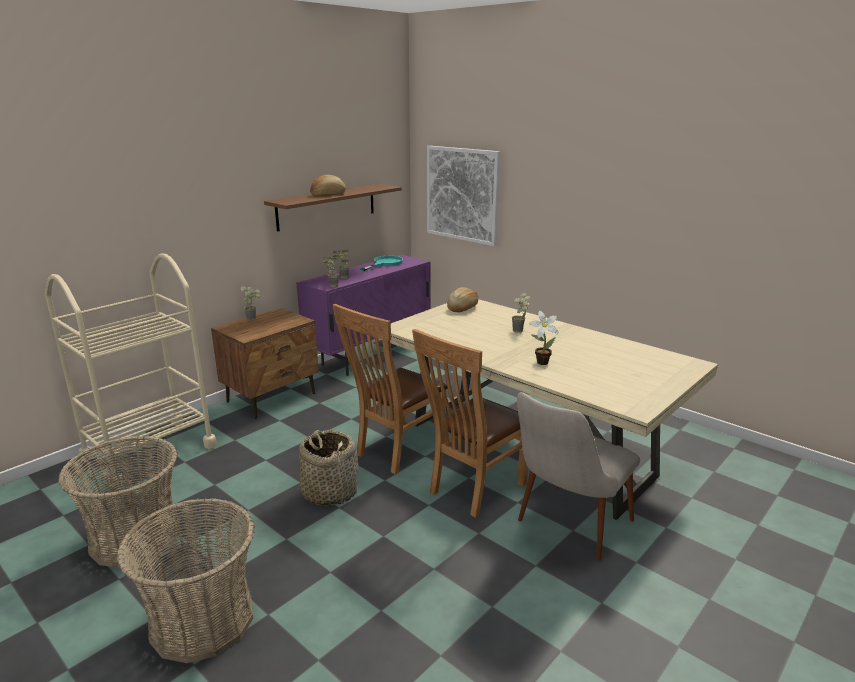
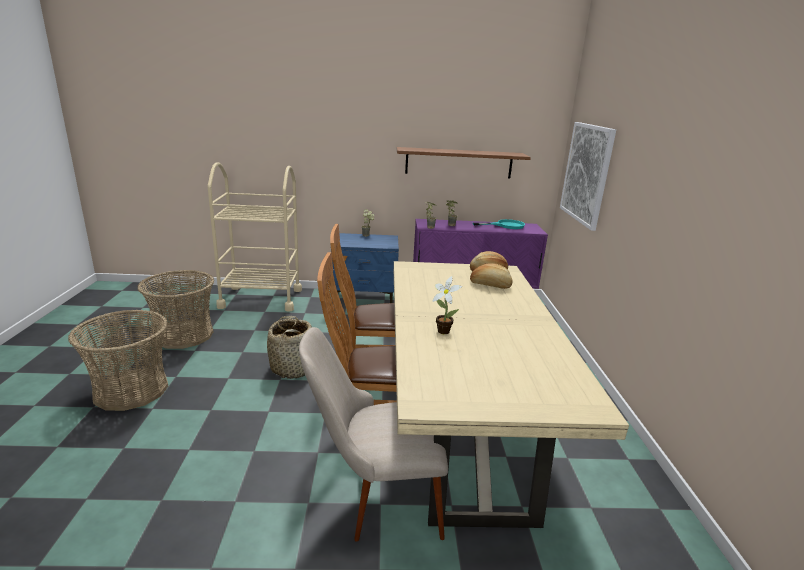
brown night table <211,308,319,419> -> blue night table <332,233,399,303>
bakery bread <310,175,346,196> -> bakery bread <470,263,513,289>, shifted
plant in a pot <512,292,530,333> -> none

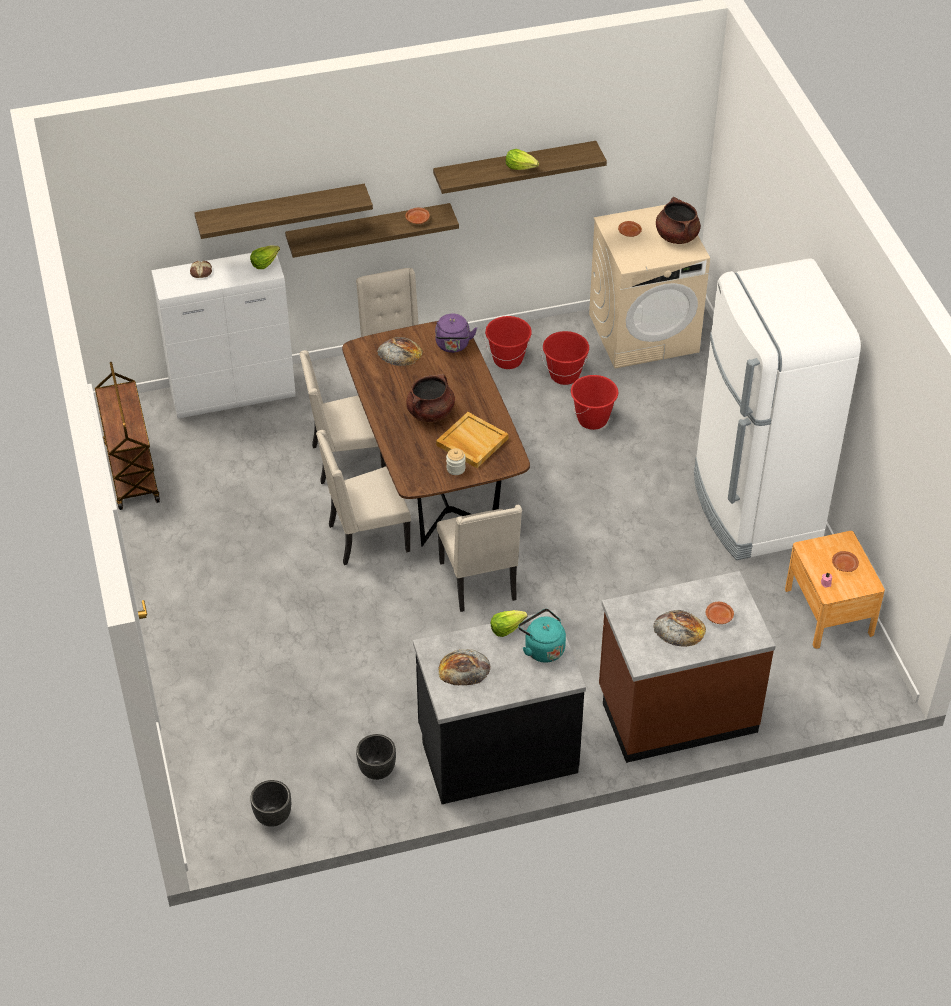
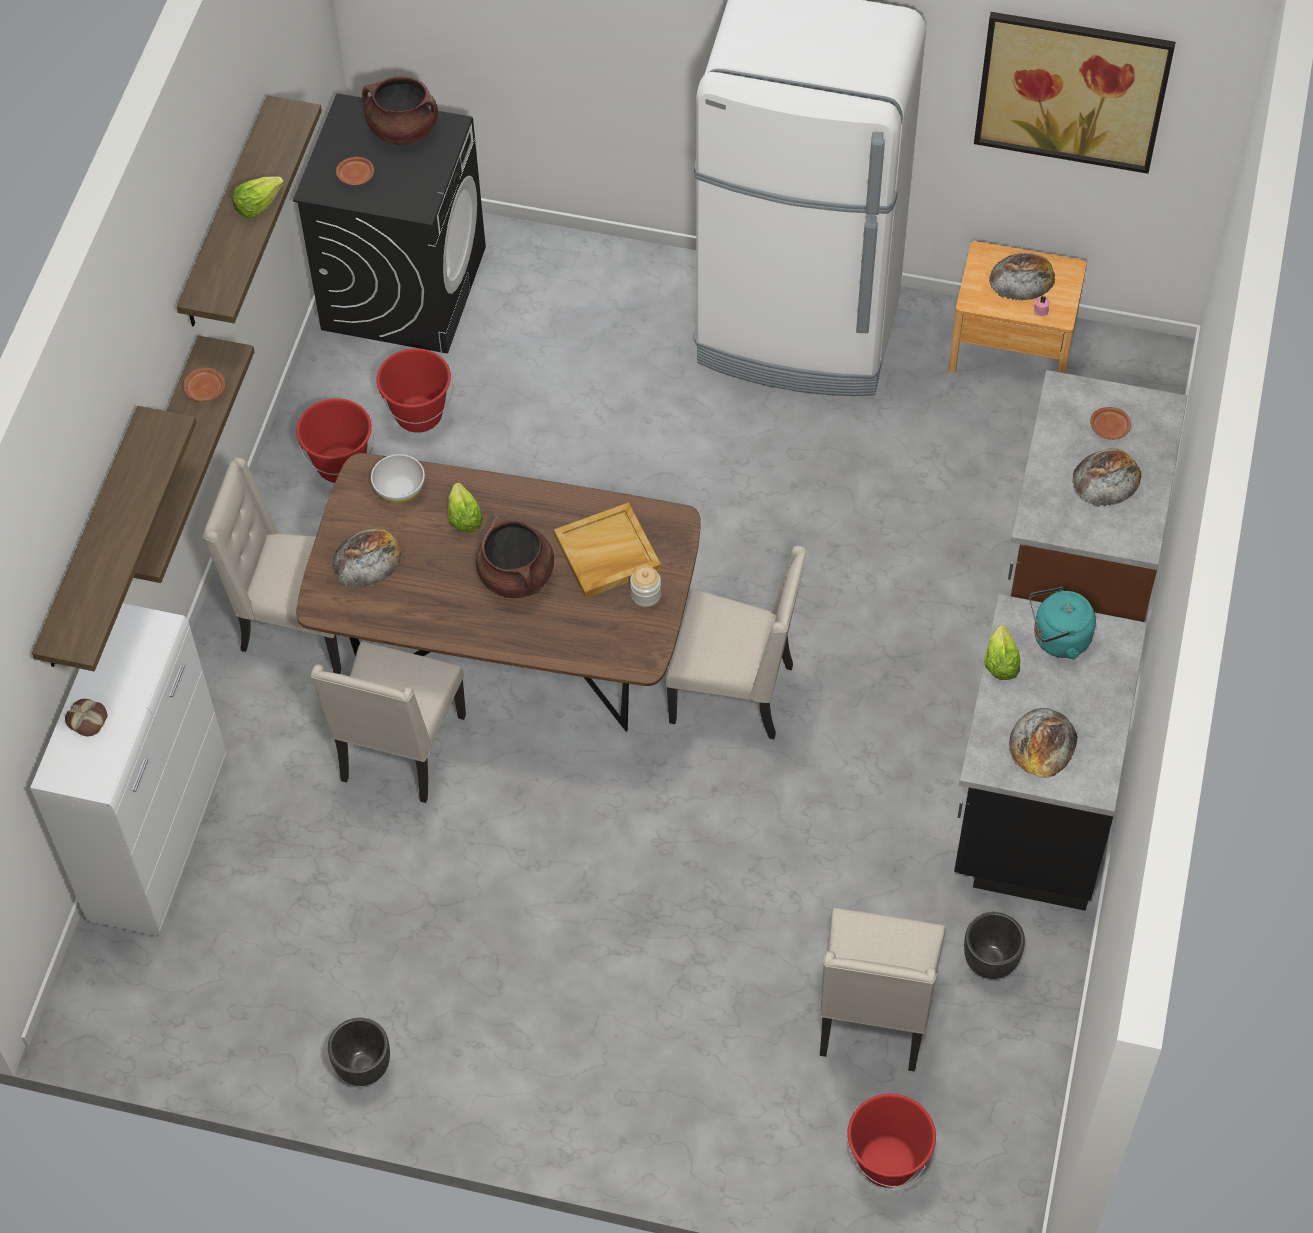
brown trolley <95,362,160,510> -> none
lettuce <250,246,280,269> -> lettuce <448,483,483,533>, shifted
black-coloured planter <250,780,291,827> -> black-coloured planter <328,1018,390,1086>, shifted
sand-coloured upright chair <316,430,411,565> -> sand-coloured upright chair <820,907,946,1072>, shifted
purple-coloured kettle <435,314,477,353> -> white-coloured bowl <371,454,425,503>
reddish water bucket <571,375,618,430> -> reddish water bucket <847,1093,936,1188>, shifted
sand-coloured laundry appliance <589,205,710,369> -> black-coloured laundry appliance <293,93,486,353>
brown plate <832,551,859,572> -> bakery bread <989,253,1055,301>
none -> wall art <974,12,1176,174>

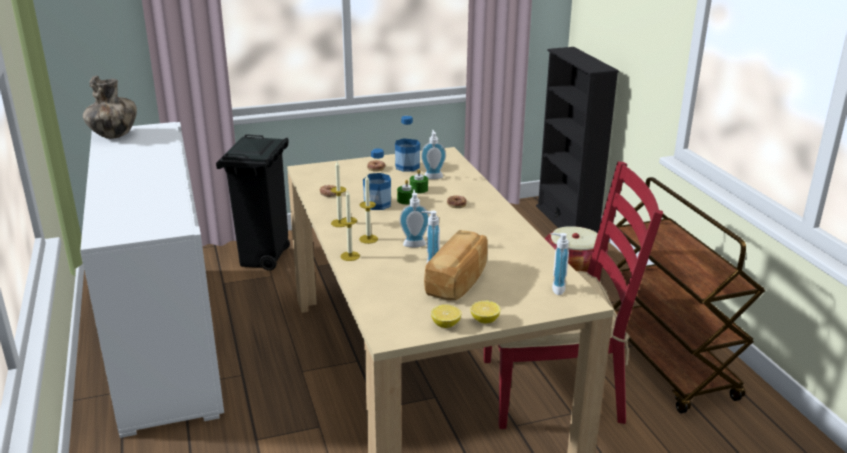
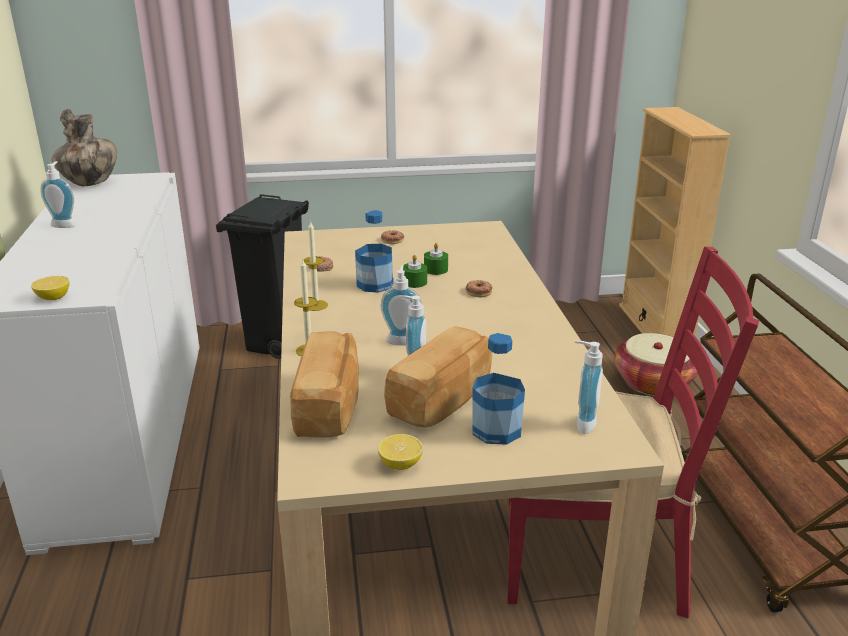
wax candle <359,175,378,244> -> none
bottle <395,116,420,172> -> bottle <473,333,525,445>, shifted
soap dispenser <421,130,446,179> -> soap dispenser <40,161,76,228>, shifted
lemon <470,301,501,323> -> lemon <31,276,69,300>, shifted
black-coloured bookshelf <536,47,619,233> -> sand-coloured bookshelf <619,107,731,337>
none -> bakery bread <290,331,359,438>

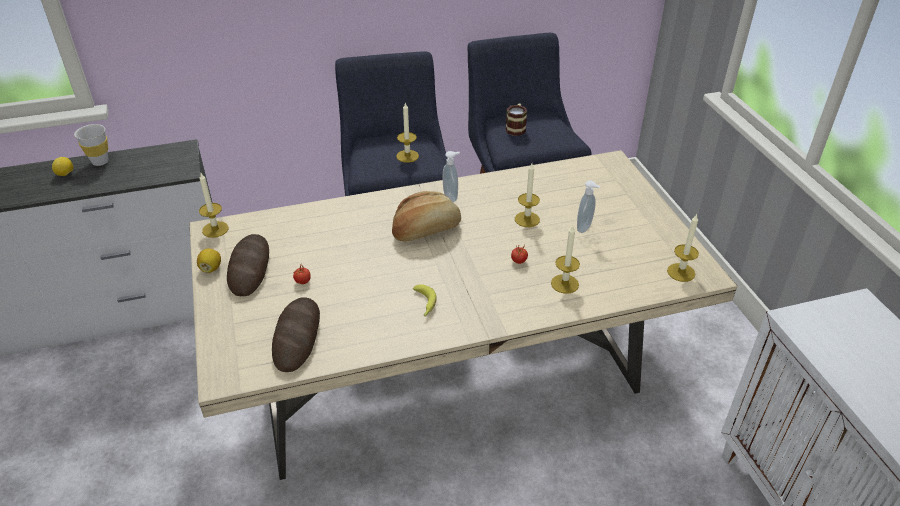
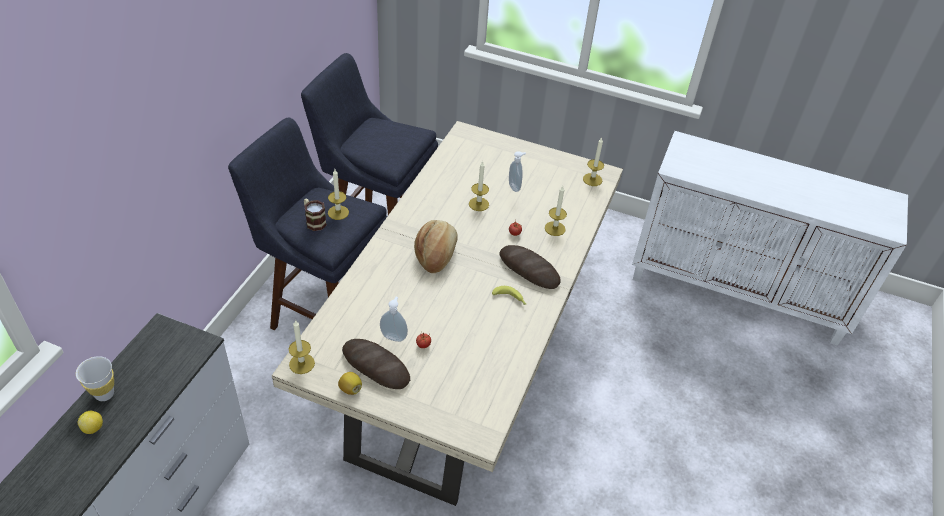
bakery bread <272,297,320,372> -> bakery bread <500,245,561,289>, shifted
soap dispenser <442,151,460,202> -> soap dispenser <380,297,408,342>, shifted
tea mug <505,103,527,136> -> tea mug <304,199,327,231>, shifted

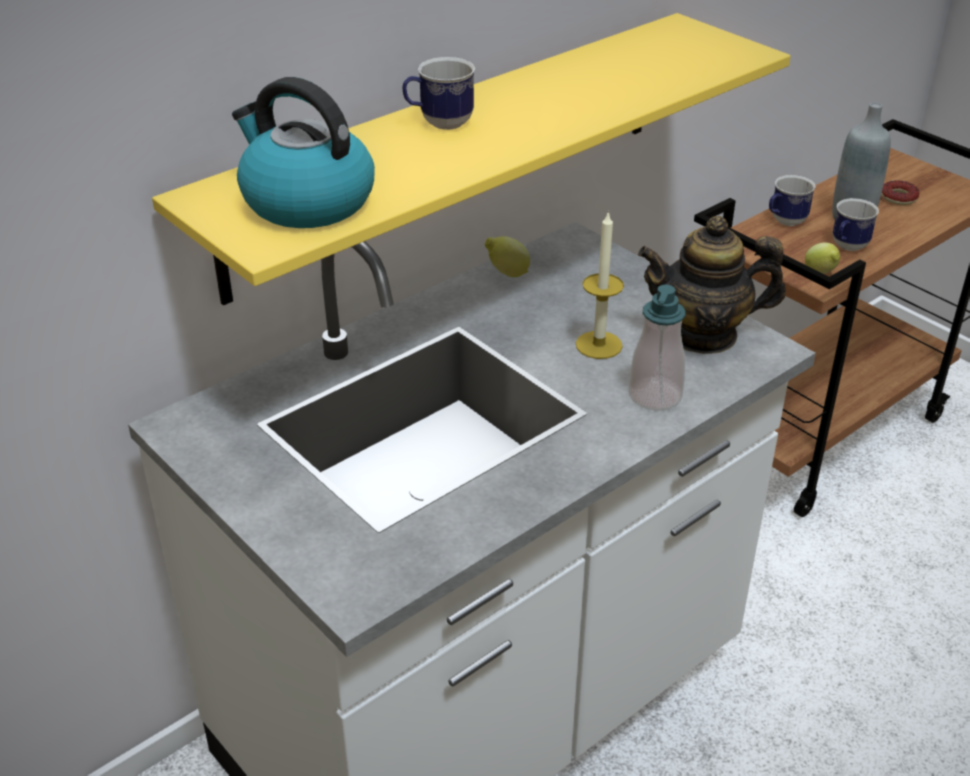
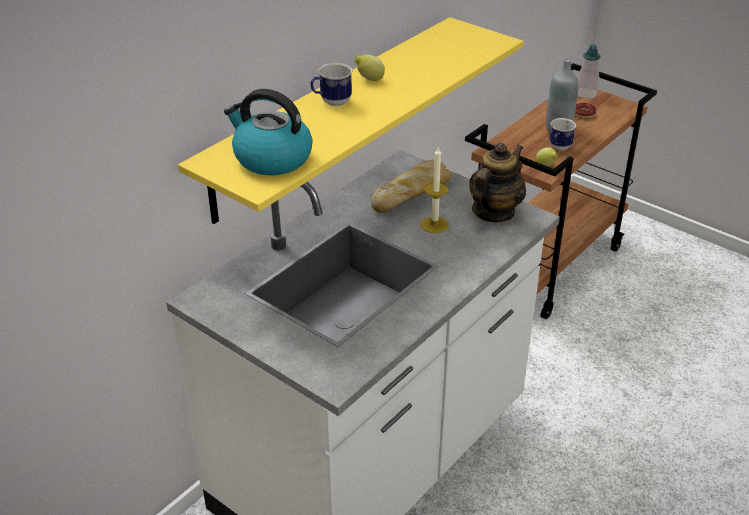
lemon <485,236,530,277> -> lemon <354,54,385,81>, shifted
soap dispenser <629,285,686,411> -> soap dispenser <577,44,601,99>, shifted
pot for tea <638,216,786,354> -> pot for tea <469,143,526,222>, 135 degrees clockwise
tea mug <769,175,816,226> -> none
none -> bakery bread <371,160,451,213>

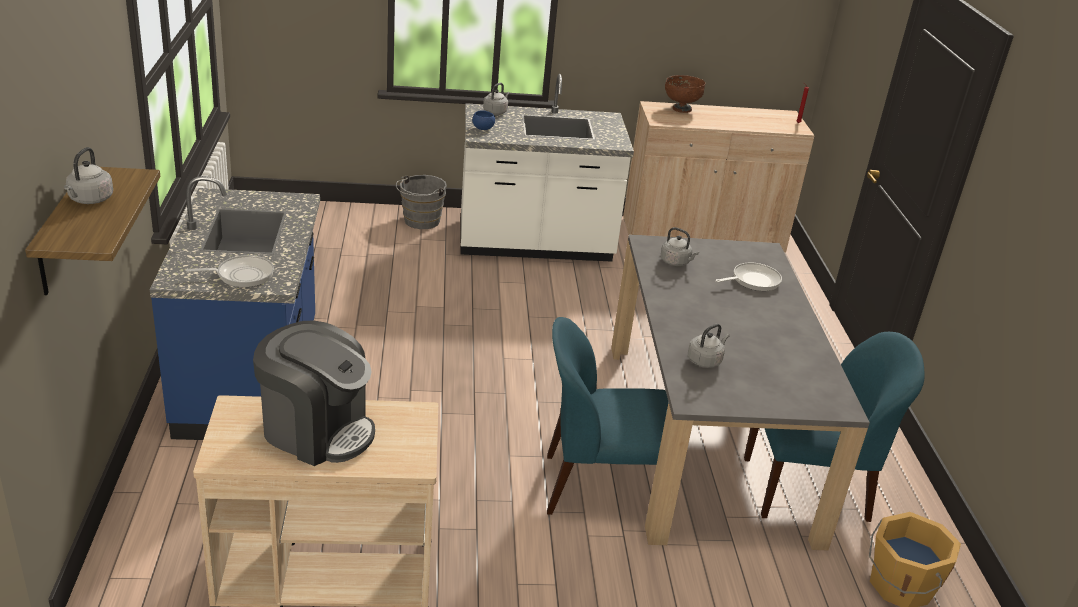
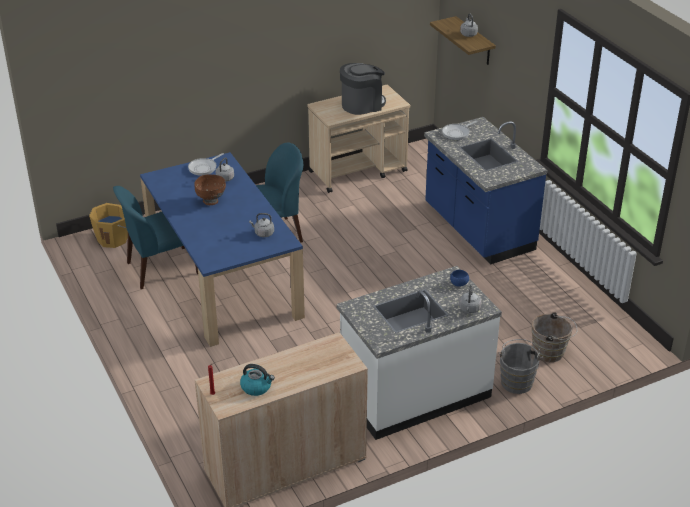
coffee machine <253,320,375,466> -> coffee machine <340,63,386,115>, 150 degrees clockwise
gray dining table <611,234,870,550> -> blue dining table <140,152,305,347>
brown bowl <665,75,705,113> -> brown bowl <194,174,226,205>, shifted
pan <716,263,782,291> -> pan <188,153,224,176>, shifted
none -> kettle <240,364,275,396>
none -> brown water bucket <531,312,578,362>

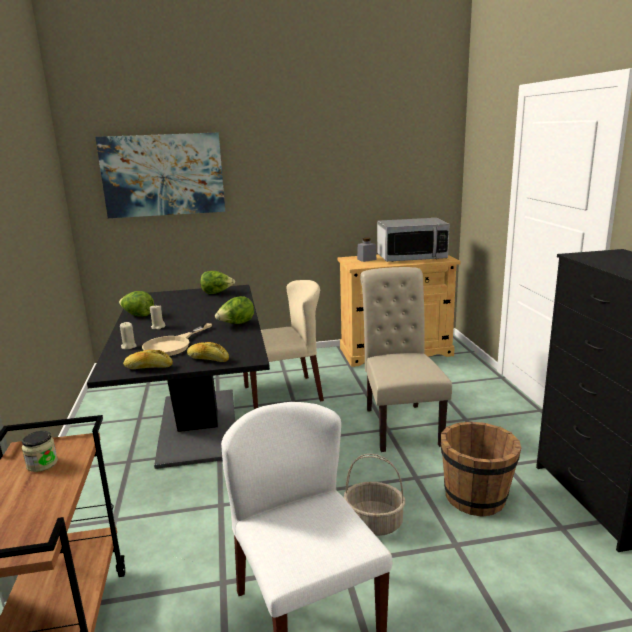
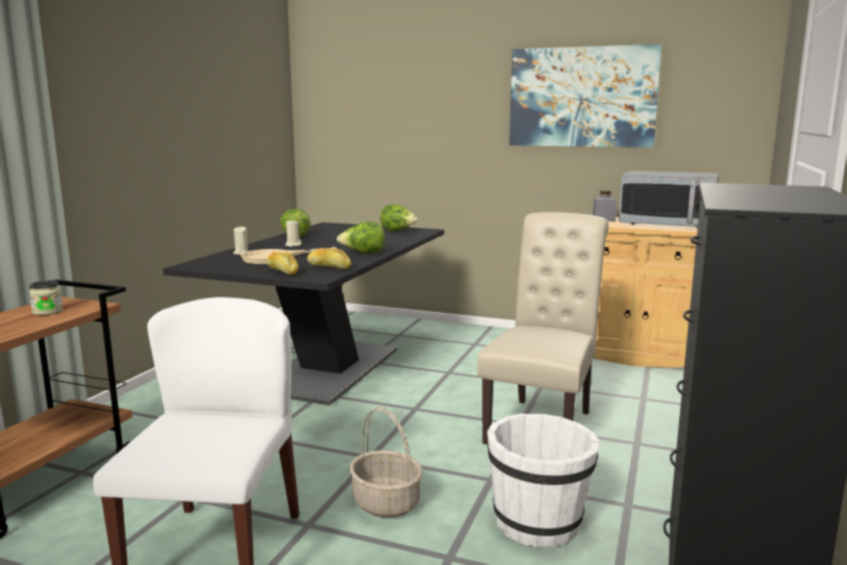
wall art <95,132,225,218> -> wall art <509,44,662,148>, shifted
bakery bread <123,350,173,369> -> bakery bread <307,248,351,269>, shifted
sand-coloured upright chair <243,280,324,409> -> none
brown water bucket <441,421,521,517> -> white-coloured water bucket <487,413,600,547>

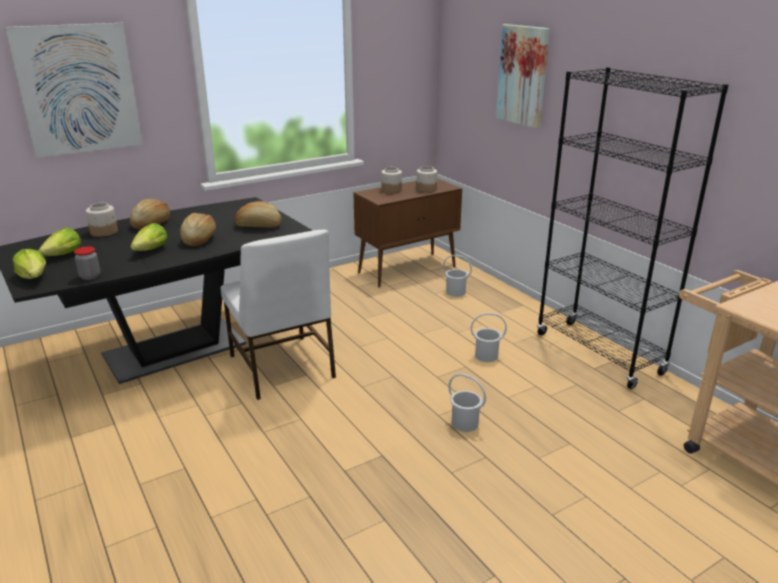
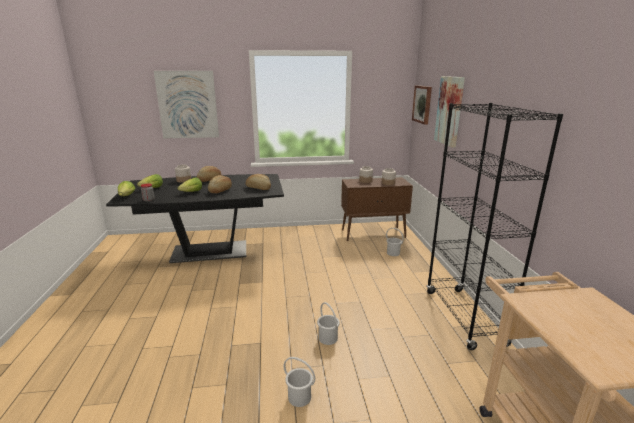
white-coloured upright chair <221,230,336,400> -> none
white-coloured water bucket <471,313,507,362> -> white-coloured water bucket <284,357,315,407>, shifted
none -> wall art <412,85,432,125>

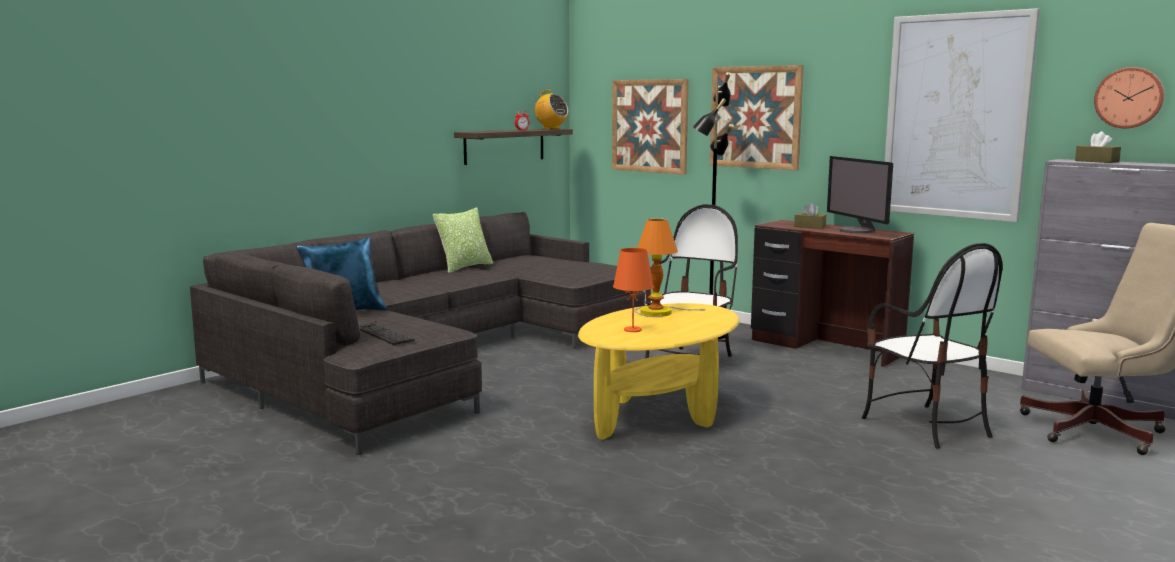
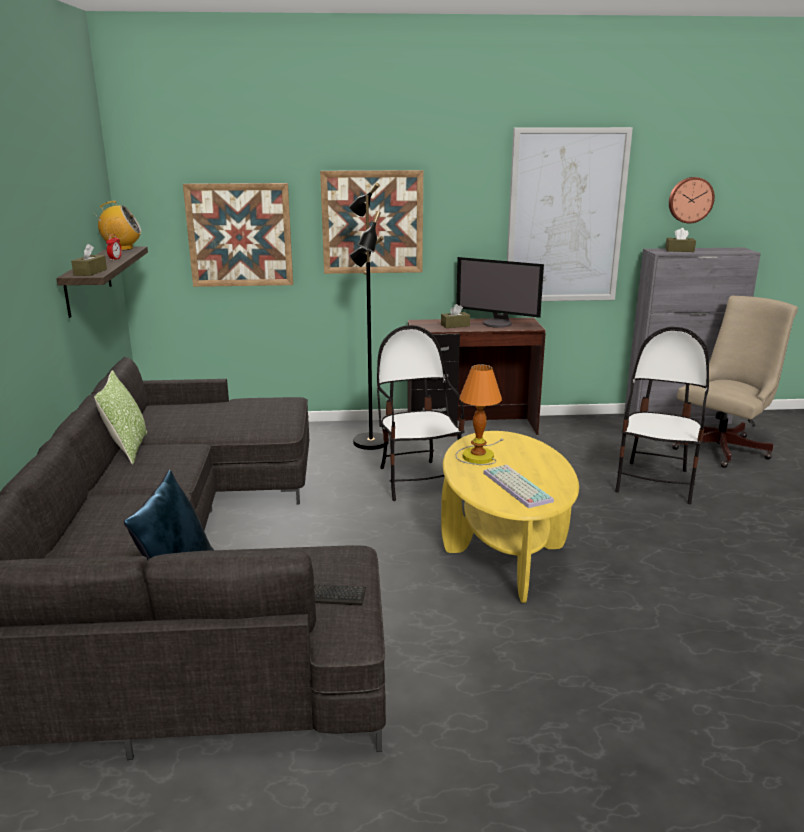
orangey table lamp <613,248,654,332> -> computer keyboard <483,464,554,508>
upright chair <862,243,1003,449> -> upright chair <615,327,709,504>, 90 degrees counterclockwise
none -> brown tissue holder <71,244,107,276>

